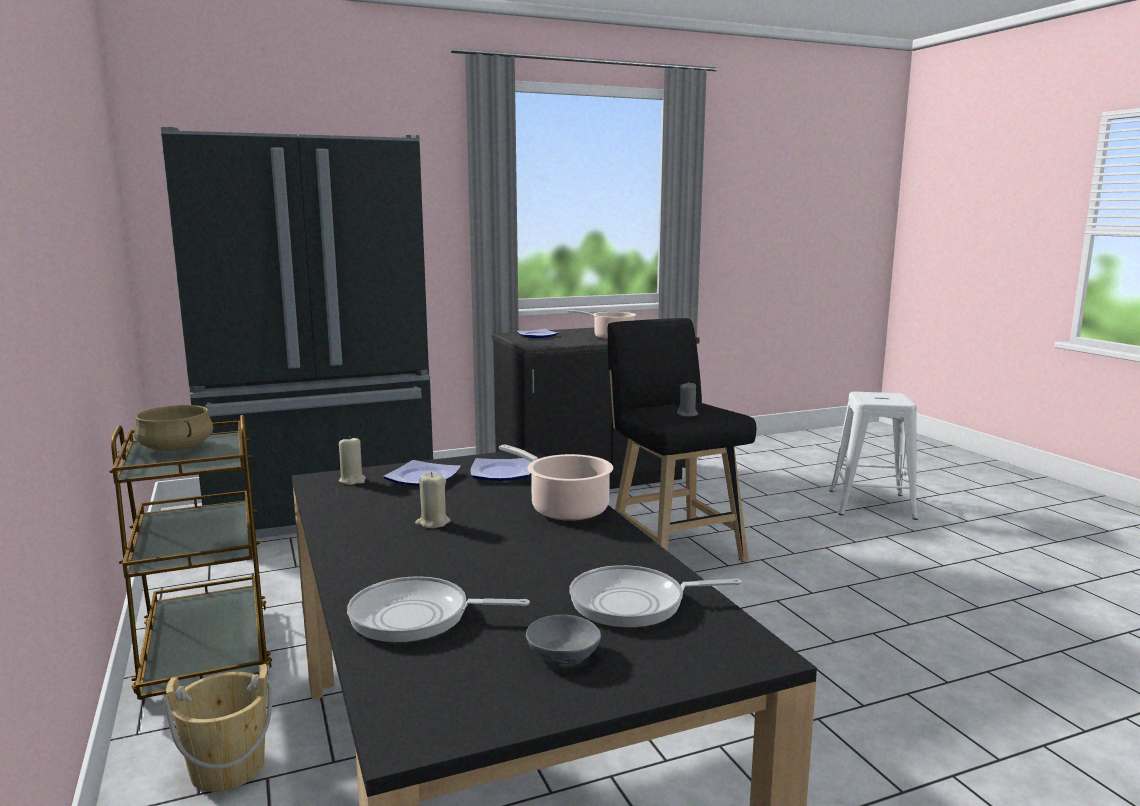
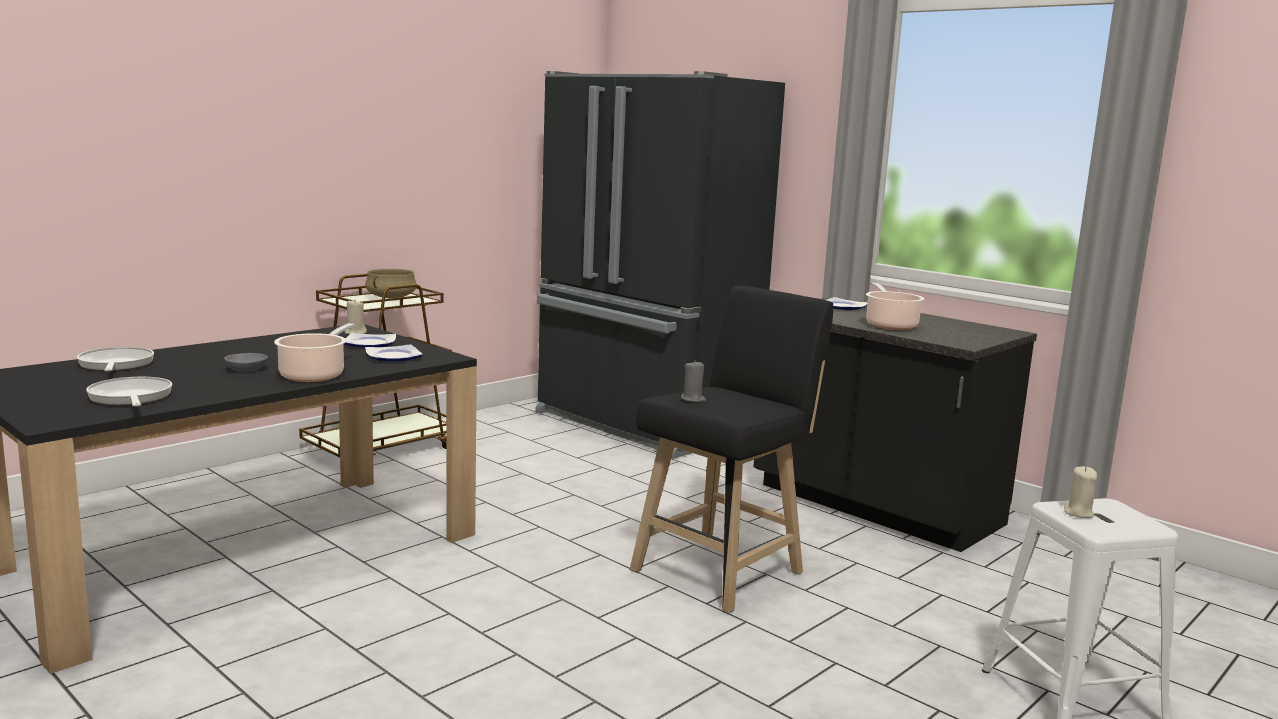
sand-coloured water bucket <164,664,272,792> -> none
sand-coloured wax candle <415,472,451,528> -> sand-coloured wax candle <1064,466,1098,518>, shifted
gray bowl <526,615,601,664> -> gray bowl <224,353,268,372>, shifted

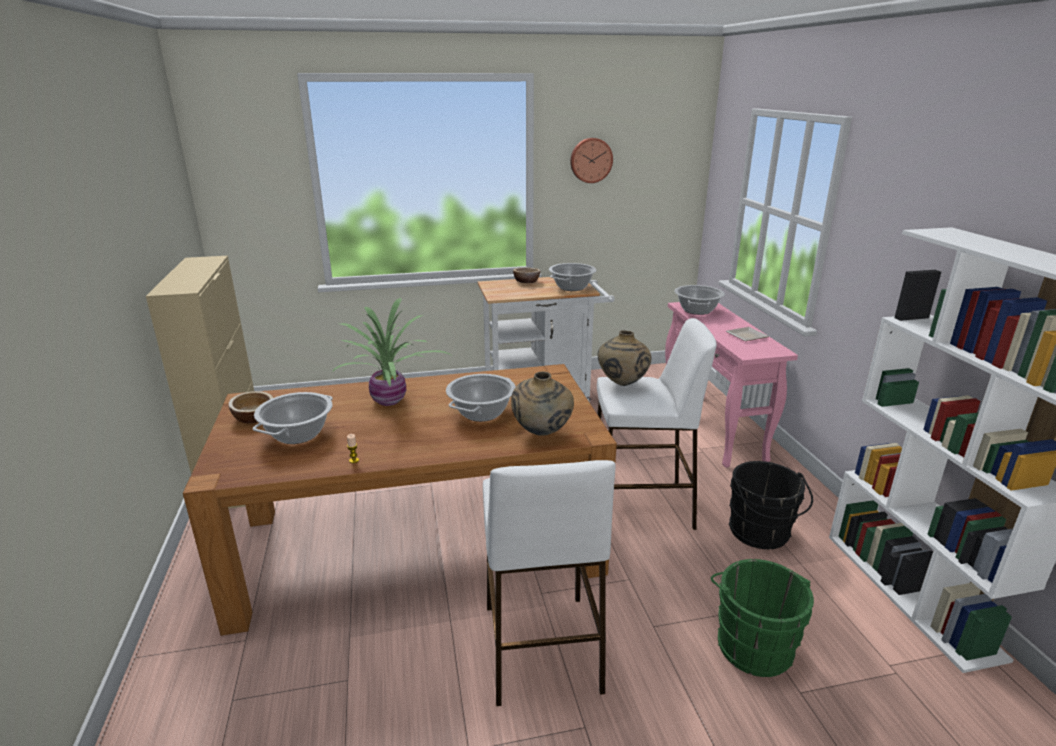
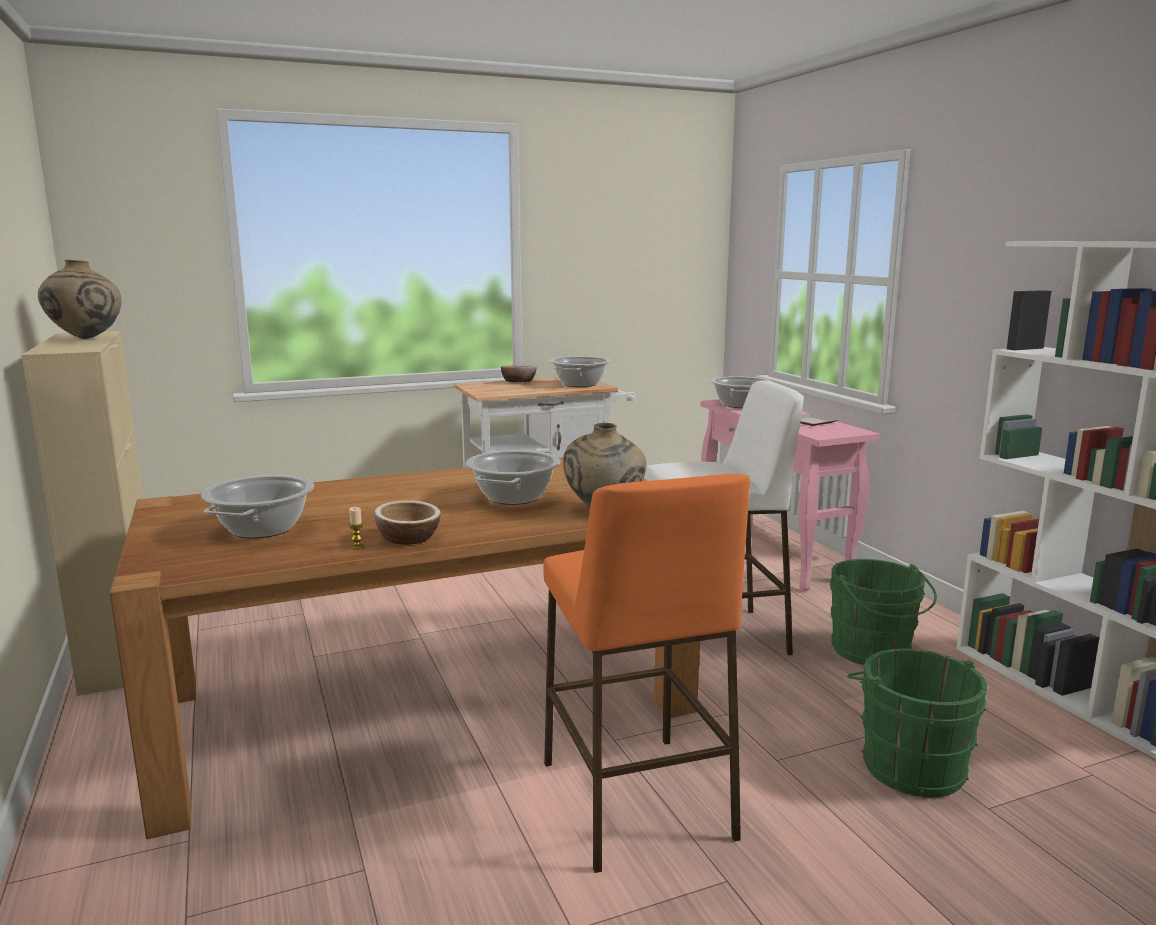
bowl <228,391,273,423> -> bowl <374,500,441,545>, shifted
plant in a pot <331,298,453,406> -> none
white-coloured stool <483,460,615,706> -> orangey stool <544,474,750,873>
wall clock <570,138,613,183> -> none
sand-coloured vase <598,330,651,386> -> sand-coloured vase <38,260,122,339>, shifted
black-coloured water bucket <729,461,813,549> -> green-coloured water bucket <830,559,937,665>

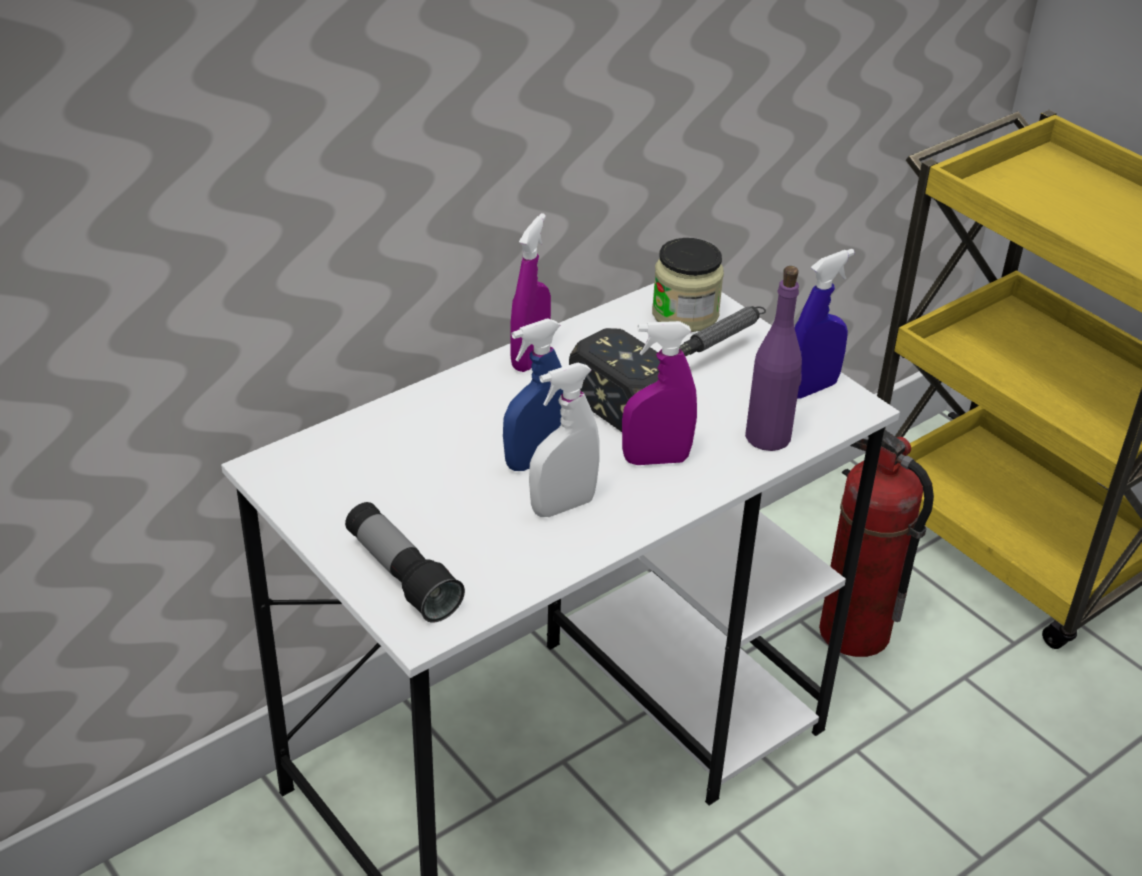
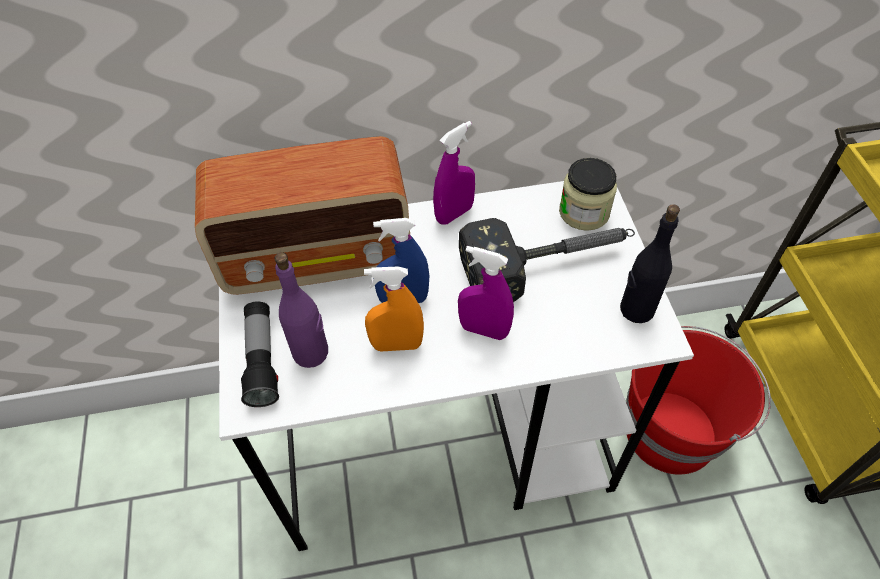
white-coloured sprayer <529,363,600,517> -> orangey sprayer <364,266,424,351>
purple-coloured bottle <745,266,802,451> -> purple-coloured bottle <275,252,328,368>, shifted
blue sprayer <795,249,855,399> -> black-coloured bottle <620,204,680,323>
extinguisher <819,429,934,657> -> reddish water bucket <626,326,771,475>
none -> radio set <195,136,410,295>

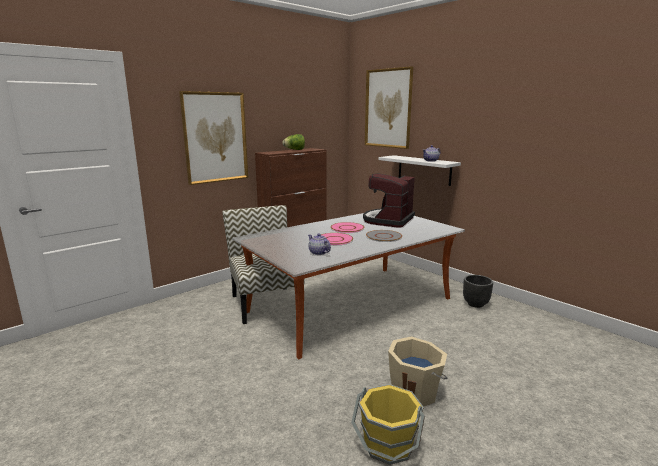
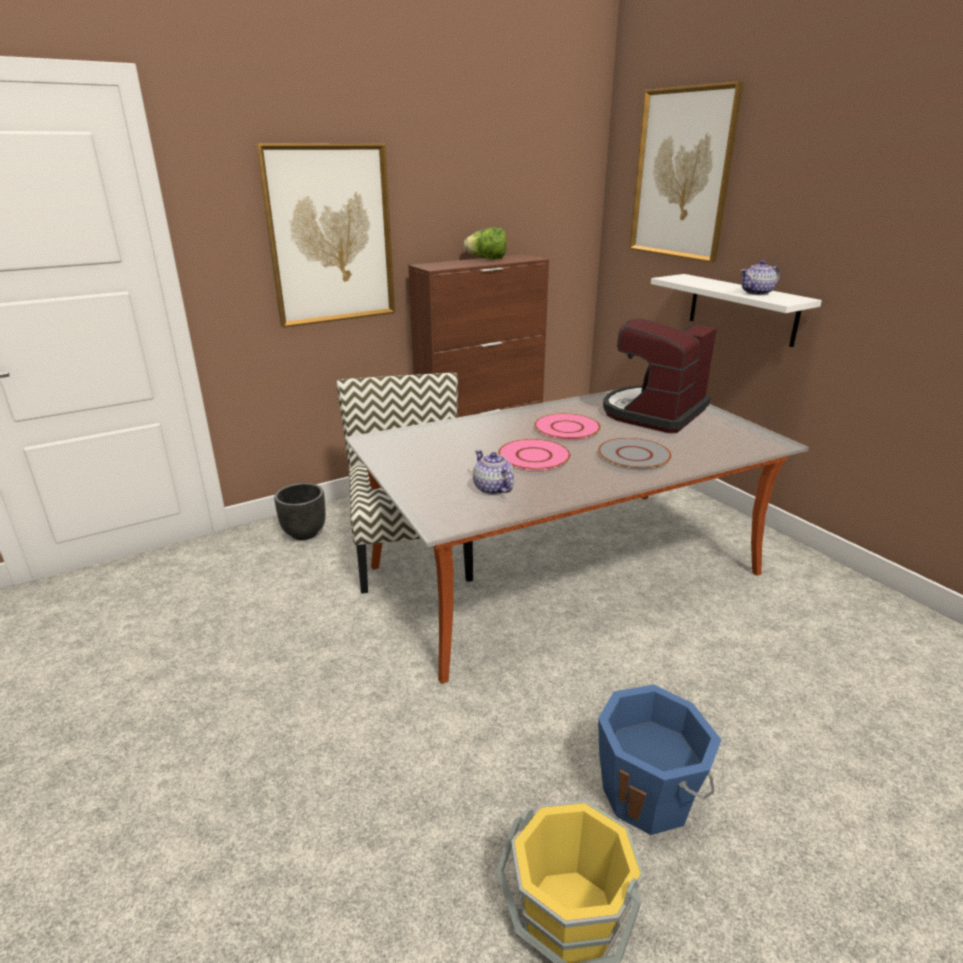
sand-coloured water bucket <388,336,448,407> -> blue water bucket <598,685,721,835>
black-coloured planter <463,275,493,308> -> black-coloured planter <274,483,326,540>, shifted

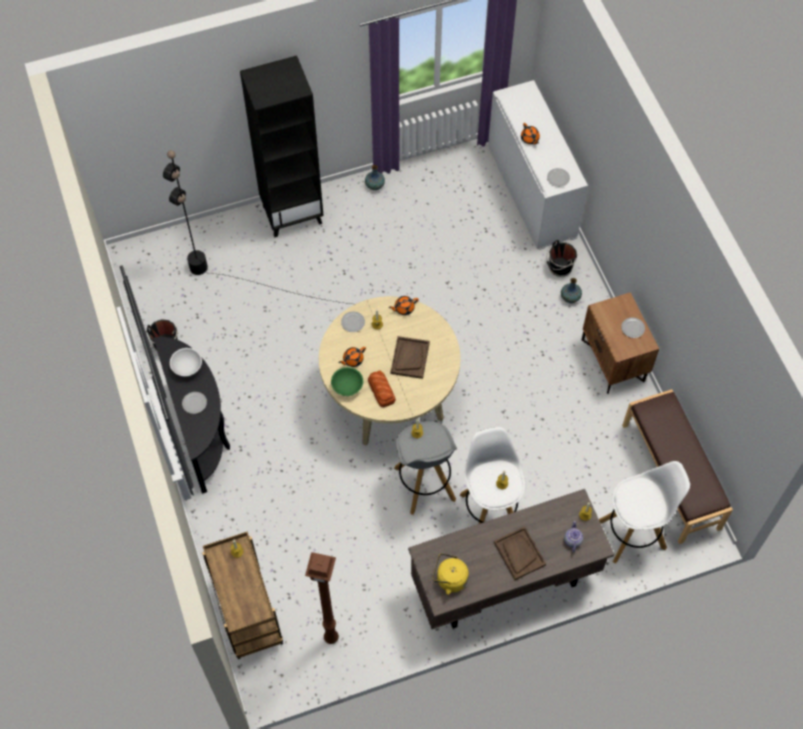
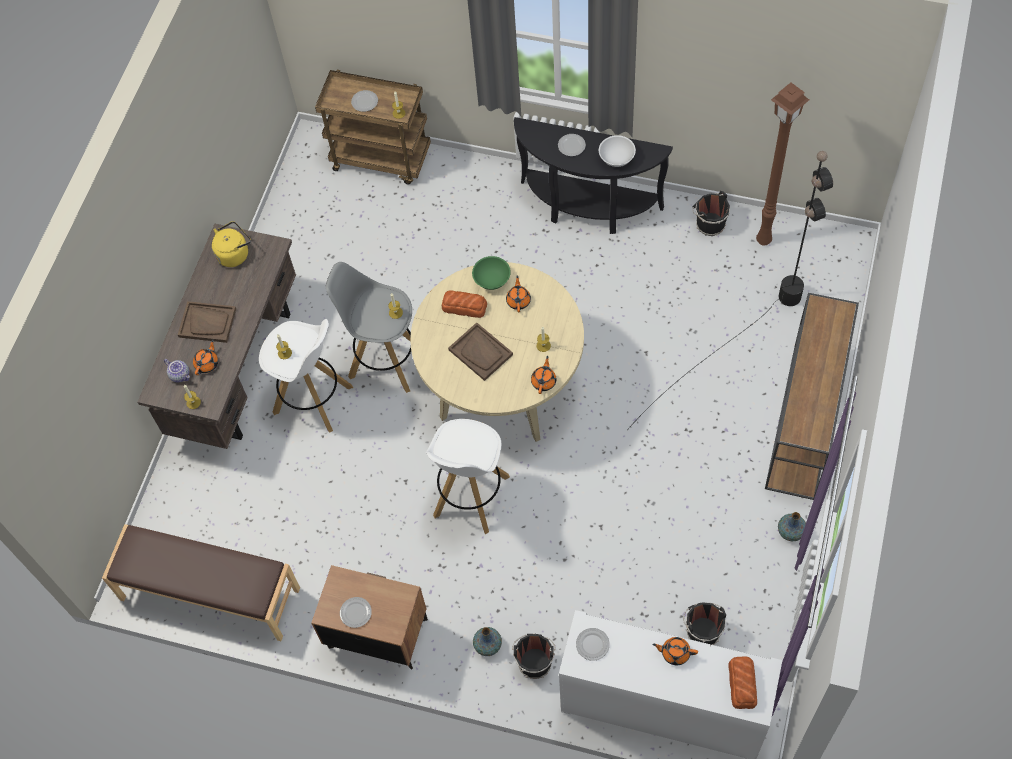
black-coloured bookshelf <240,56,324,237> -> brown hall table <765,293,859,500>
brown standard lamp <305,552,339,644> -> brown standard lamp <756,83,809,246>, shifted
plate <341,312,365,332> -> plate <351,90,378,112>, shifted
white-coloured stool <599,461,690,563> -> white-coloured stool <426,419,510,534>, shifted
none -> orangey pot for tea <193,339,218,375>
none -> black-coloured water bucket <683,602,726,646>
none -> bakery bread <728,656,757,709>

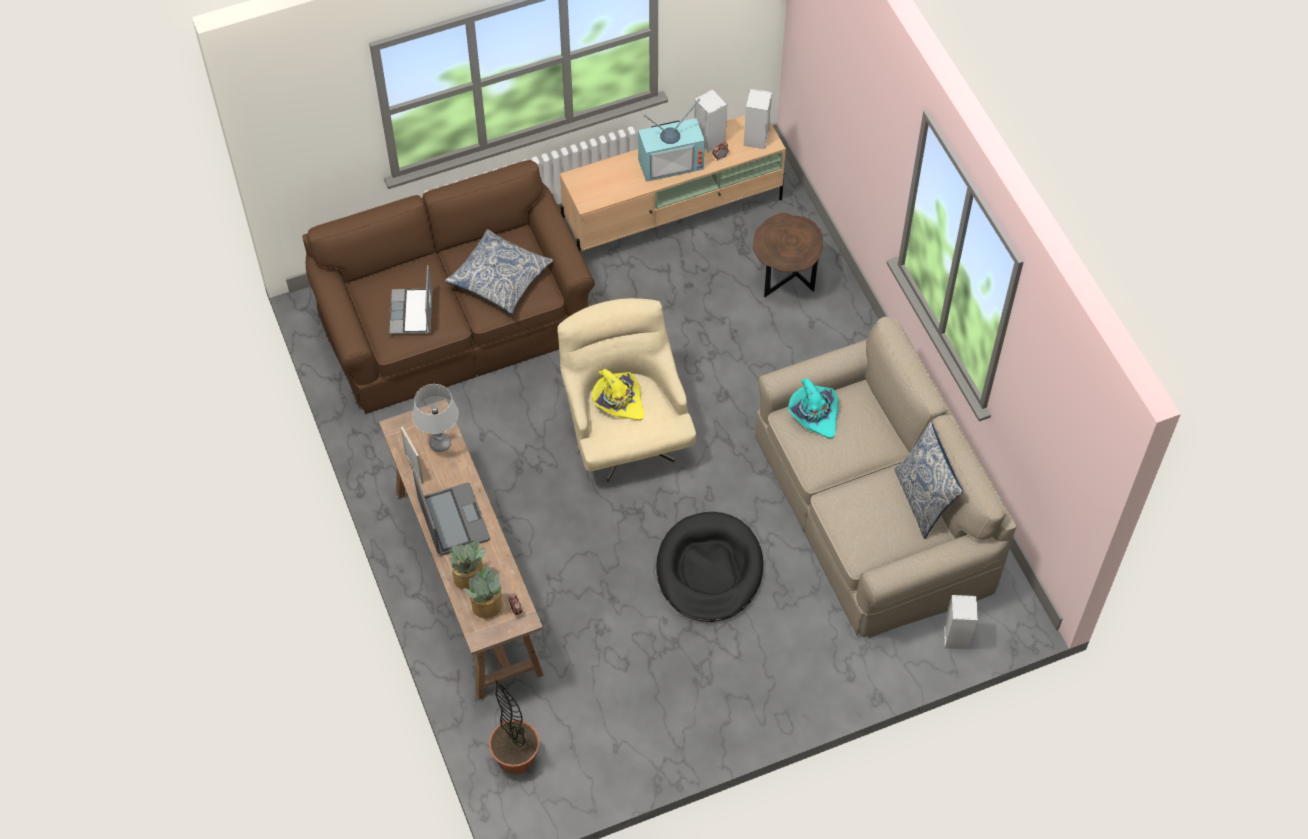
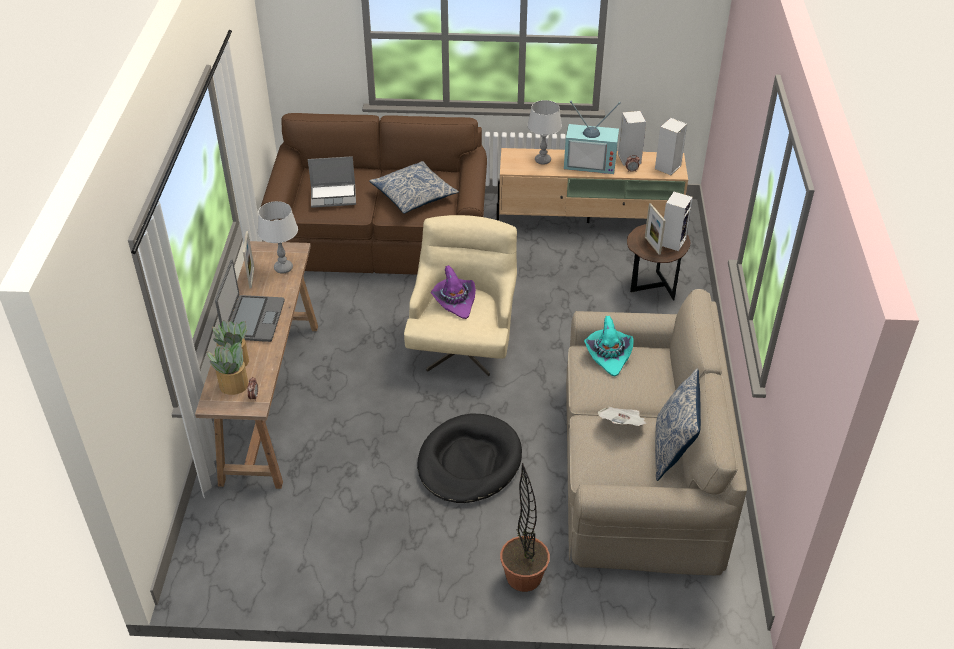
portable computer <389,265,432,334> -> portable computer <308,156,356,208>, 120 degrees counterclockwise
plant in a pot <489,679,540,774> -> plant in a pot <500,463,550,592>, shifted
yellow clothing hat <592,369,645,420> -> purple-coloured clothing hat <431,265,476,319>
loudspeaker <944,595,978,650> -> loudspeaker <662,192,693,251>, shifted
none -> gray table lamp <527,100,562,165>
none -> daily paper <598,407,647,426>
none -> standing frame <645,203,666,255>

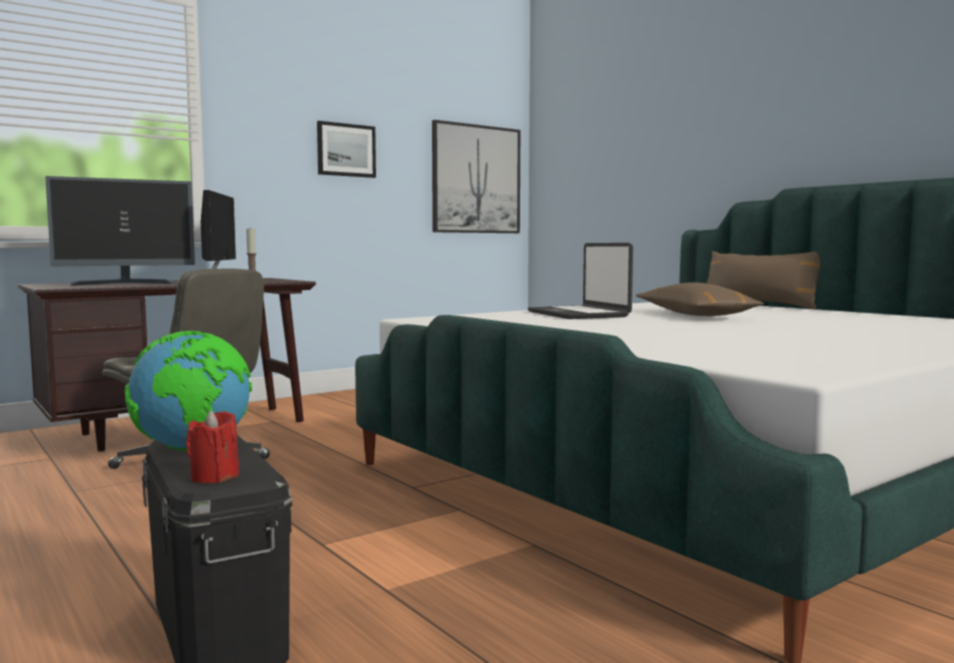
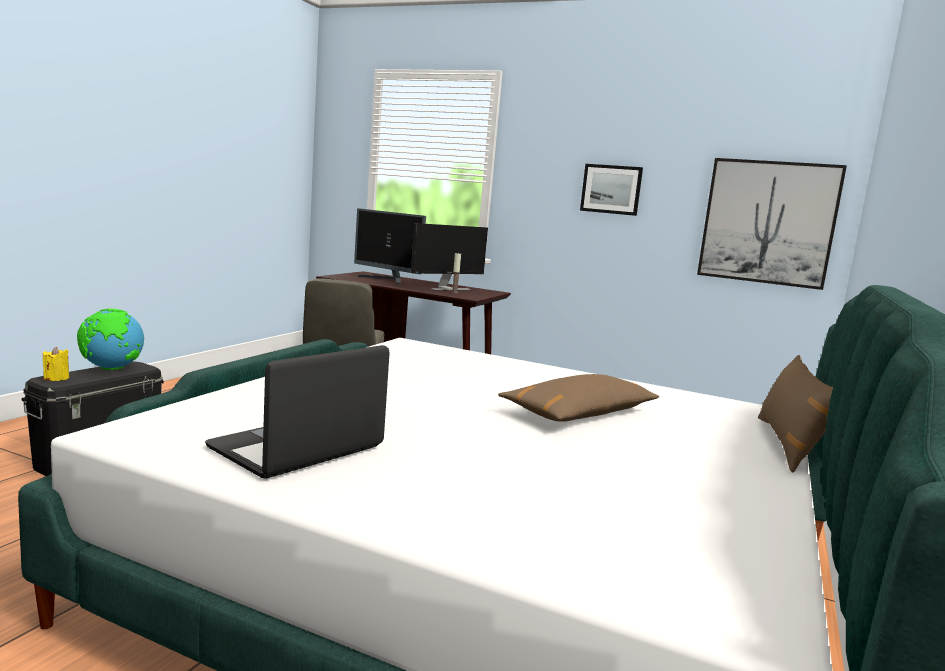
reddish wax candle <186,410,239,483> -> yellow wax candle <43,347,69,381>
portable computer <528,243,633,319> -> portable computer <205,345,390,479>, shifted

